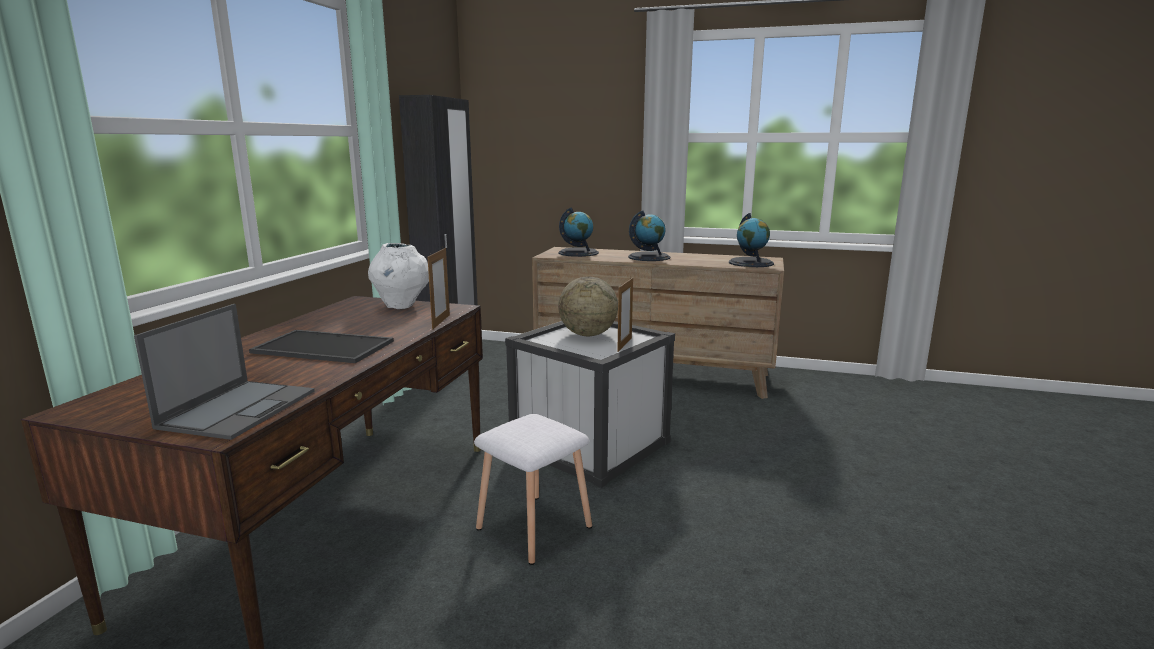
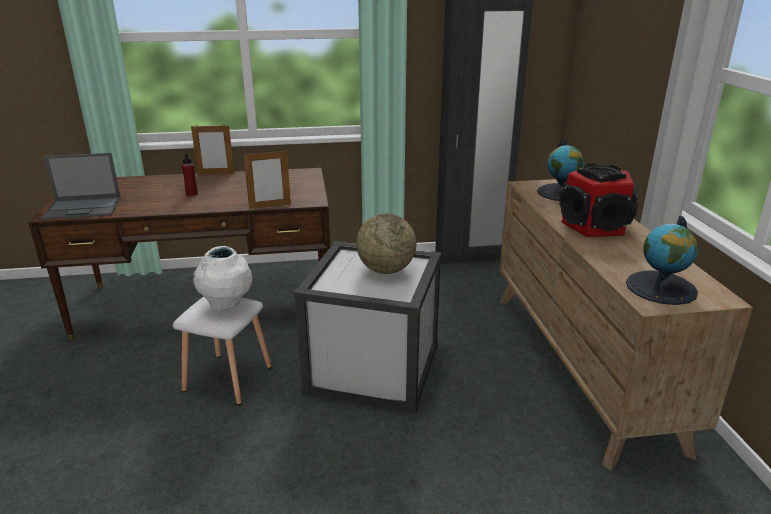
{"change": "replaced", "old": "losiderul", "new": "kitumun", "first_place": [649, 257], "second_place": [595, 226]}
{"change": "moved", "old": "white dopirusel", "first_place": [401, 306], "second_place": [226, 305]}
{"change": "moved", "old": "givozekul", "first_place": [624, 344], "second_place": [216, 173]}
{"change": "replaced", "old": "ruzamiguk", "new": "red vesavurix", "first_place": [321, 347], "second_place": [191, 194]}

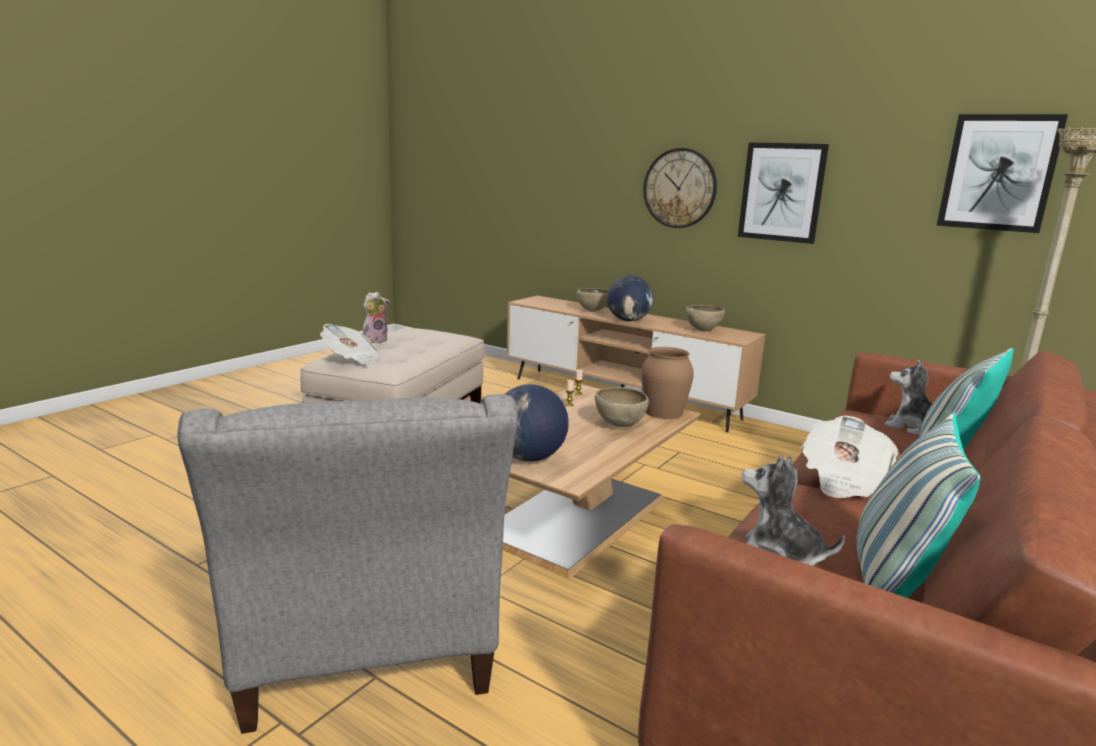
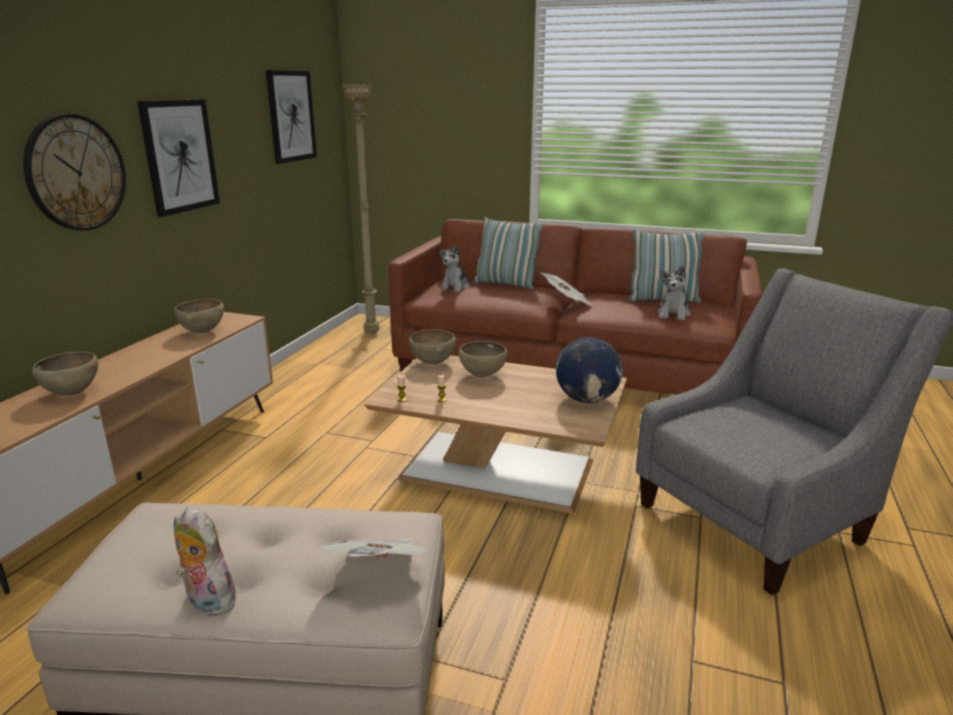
{"change": "removed", "old": "losiderul", "first_place": [628, 320]}
{"change": "replaced", "old": "brown dopirusel", "new": "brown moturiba", "first_place": [664, 412], "second_place": [433, 363]}

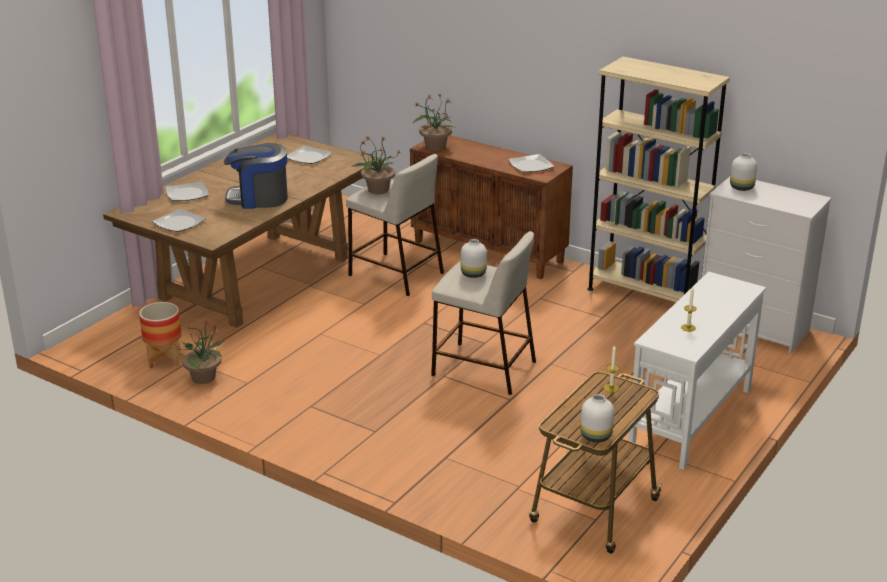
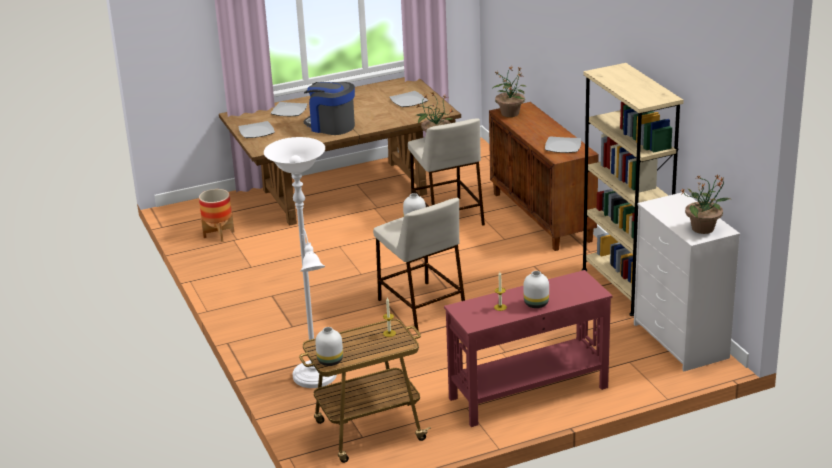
{"change": "moved", "old": "white dopirusel", "first_place": [742, 187], "second_place": [536, 304]}
{"change": "recoloured", "old": "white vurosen", "new": "red vurosen", "first_place": [690, 418], "second_place": [527, 393]}
{"change": "moved", "old": "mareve", "first_place": [204, 377], "second_place": [703, 228]}
{"change": "added", "new": "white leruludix", "second_place": [316, 379]}

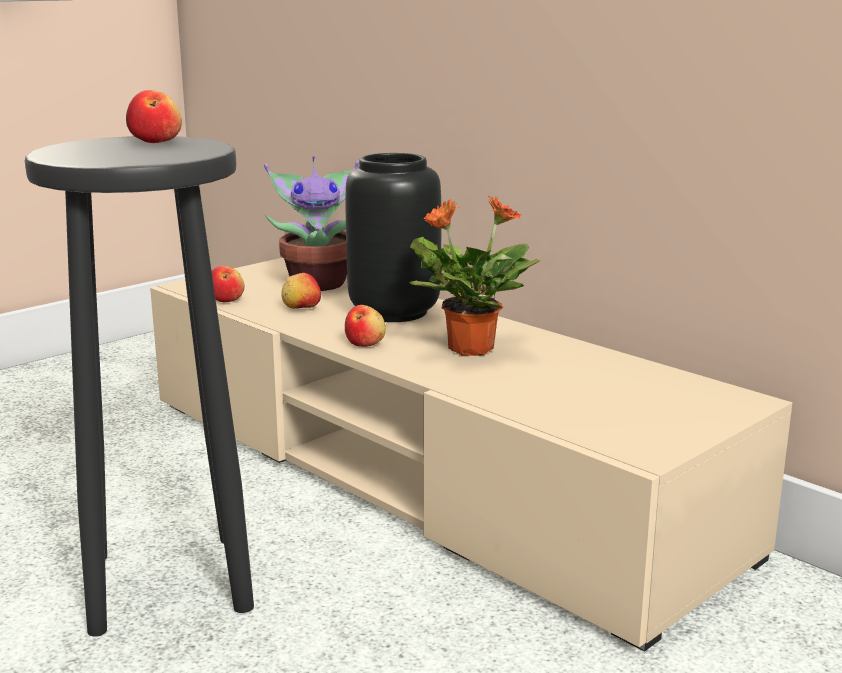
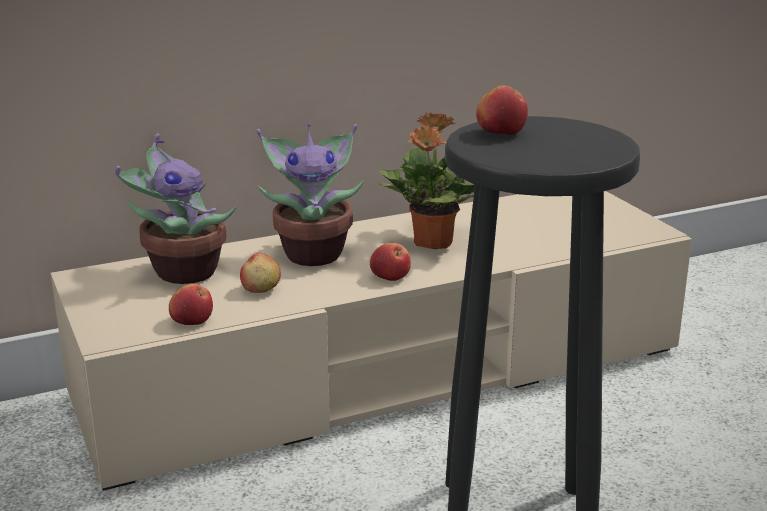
{"change": "replaced", "old": "black dopirusel", "new": "mareve", "first_place": [396, 312], "second_place": [314, 253]}

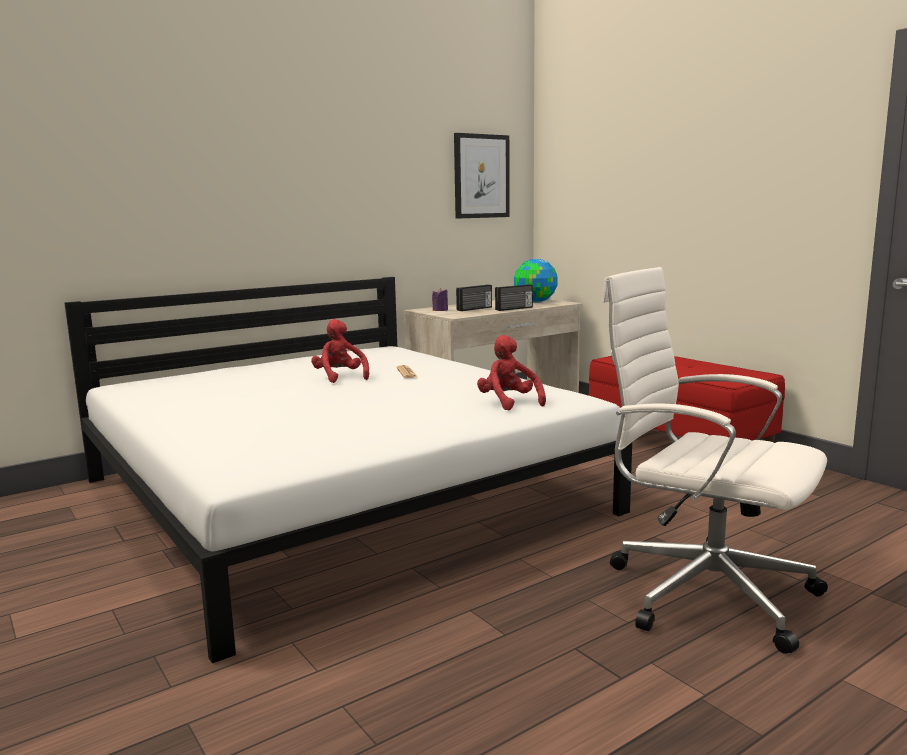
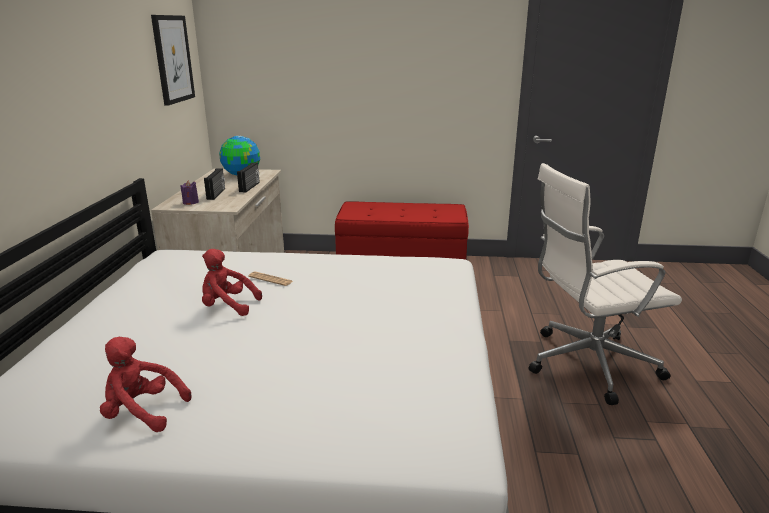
{"change": "moved", "old": "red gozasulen", "first_place": [508, 403], "second_place": [142, 412]}

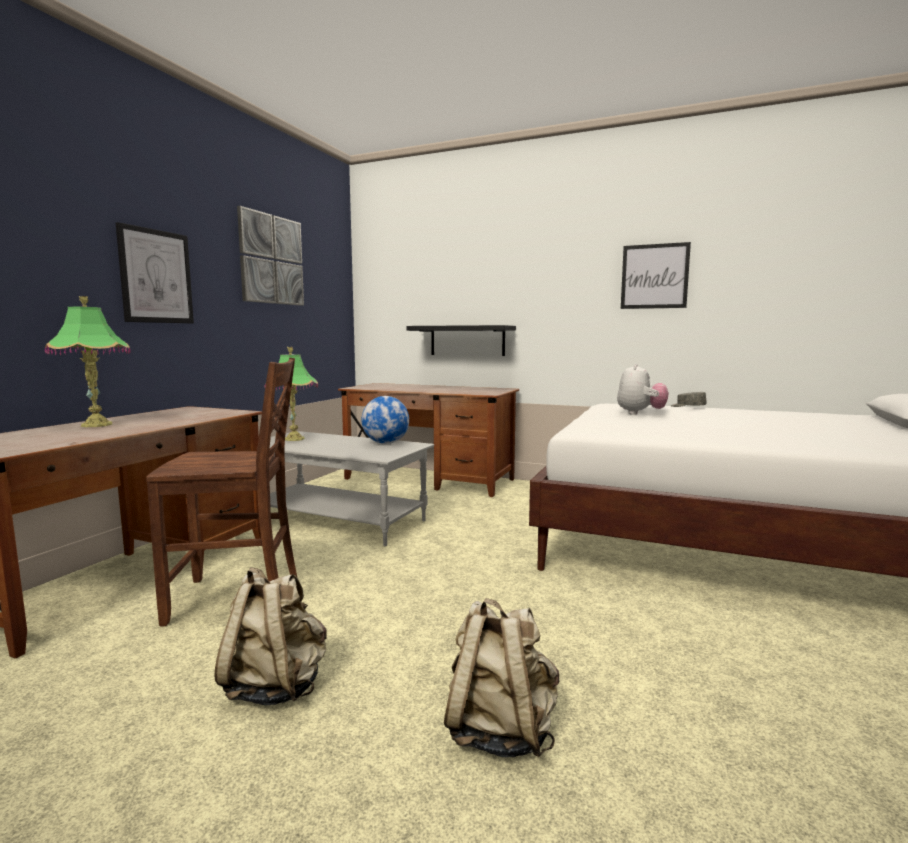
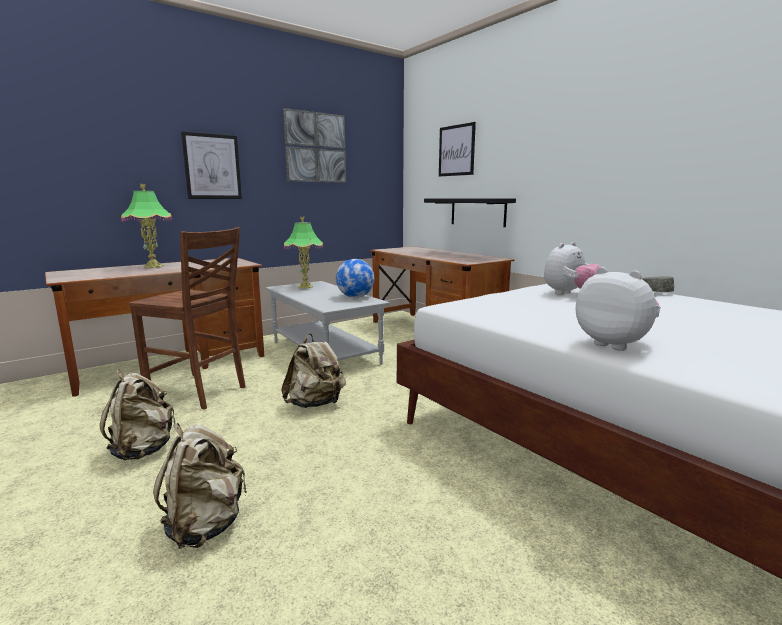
{"change": "moved", "old": "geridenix", "first_place": [654, 276], "second_place": [456, 150]}
{"change": "added", "new": "gozasulen", "second_place": [614, 344]}
{"change": "added", "new": "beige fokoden", "second_place": [315, 404]}

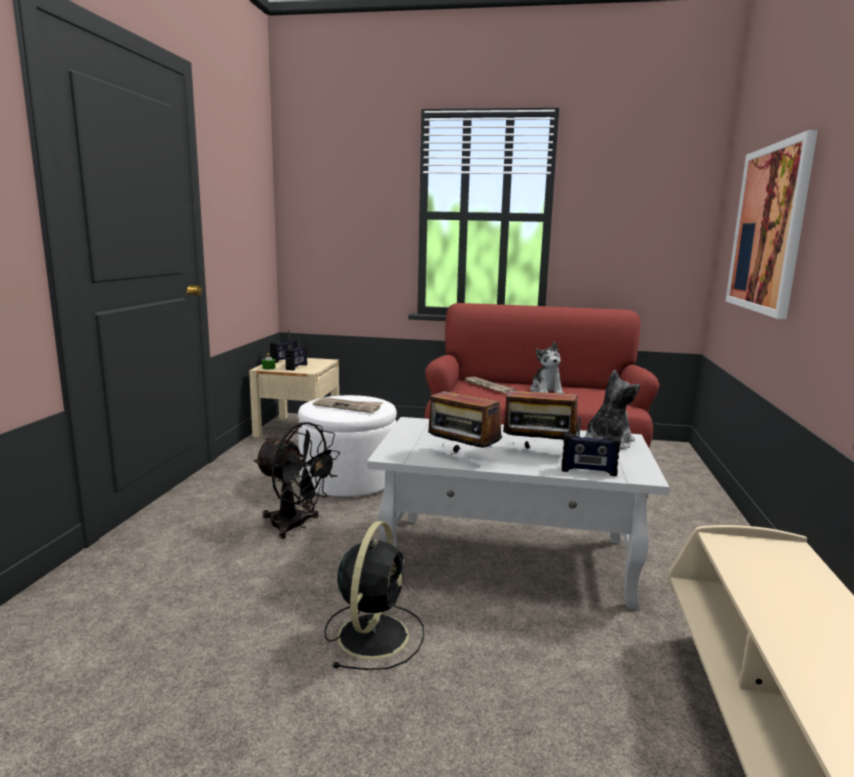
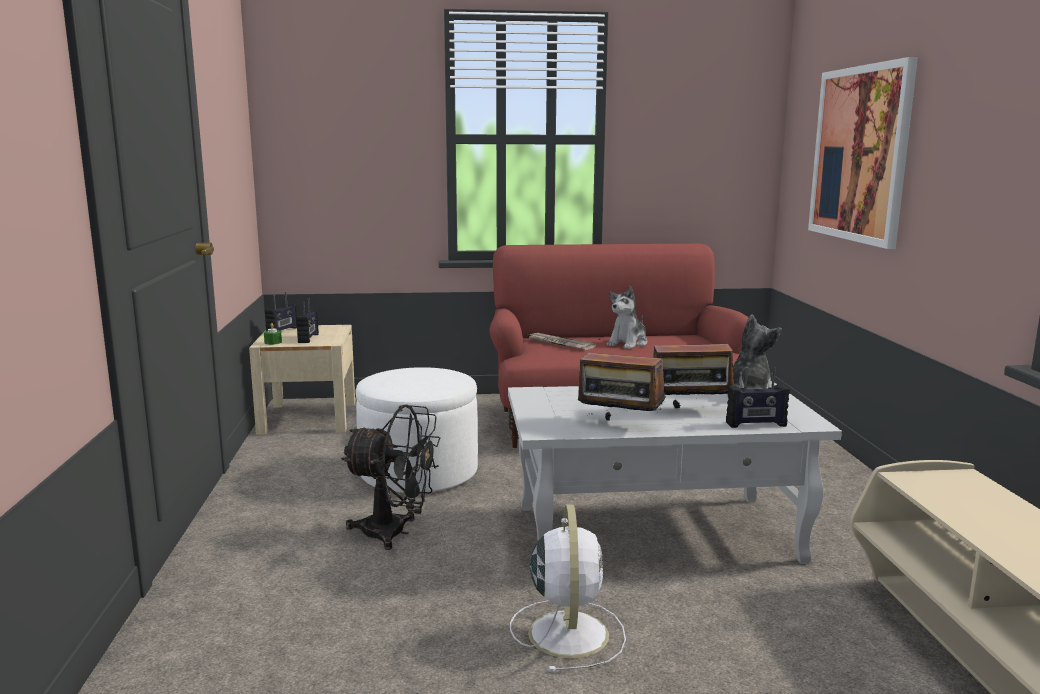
{"change": "turned", "old": "gozasulen", "first_place": [546, 391], "second_place": [628, 343], "degrees": 60}
{"change": "removed", "old": "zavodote", "first_place": [348, 407]}
{"change": "recoloured", "old": "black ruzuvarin", "new": "white ruzuvarin", "first_place": [374, 634], "second_place": [568, 632]}

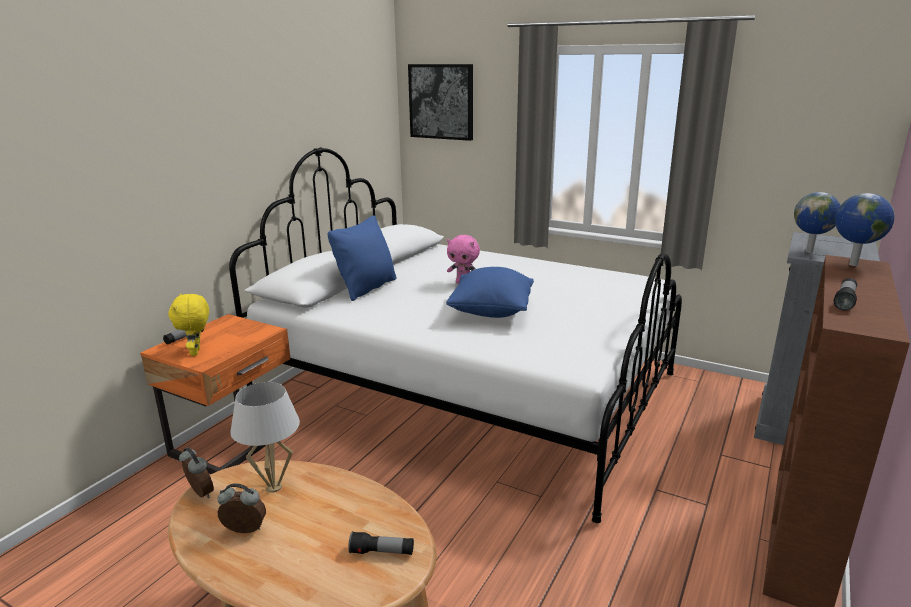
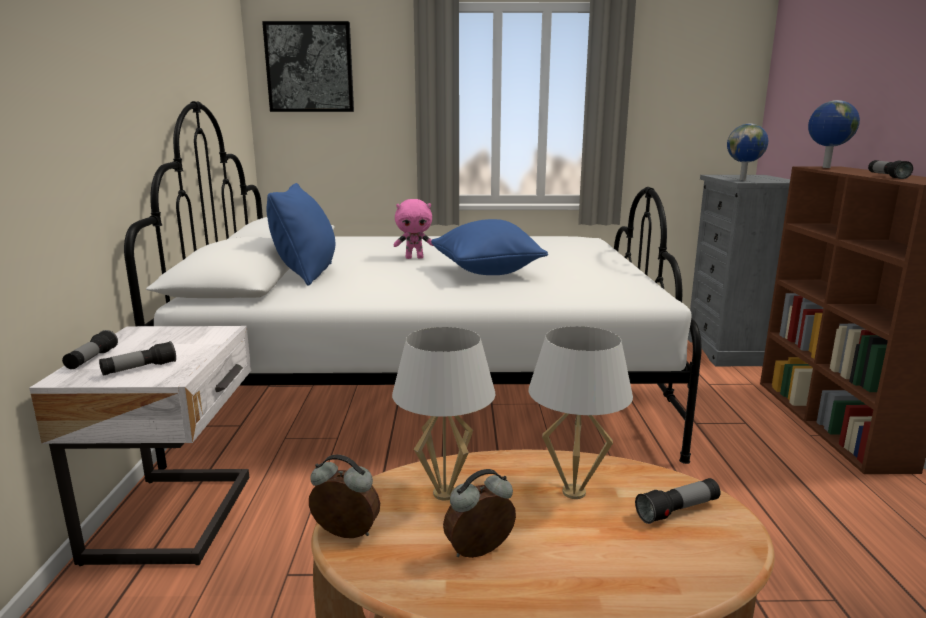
{"change": "replaced", "old": "yellow gozasulen", "new": "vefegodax", "first_place": [197, 352], "second_place": [139, 369]}
{"change": "recoloured", "old": "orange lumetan", "new": "white lumetan", "first_place": [234, 444], "second_place": [178, 518]}
{"change": "added", "new": "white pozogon", "second_place": [573, 492]}

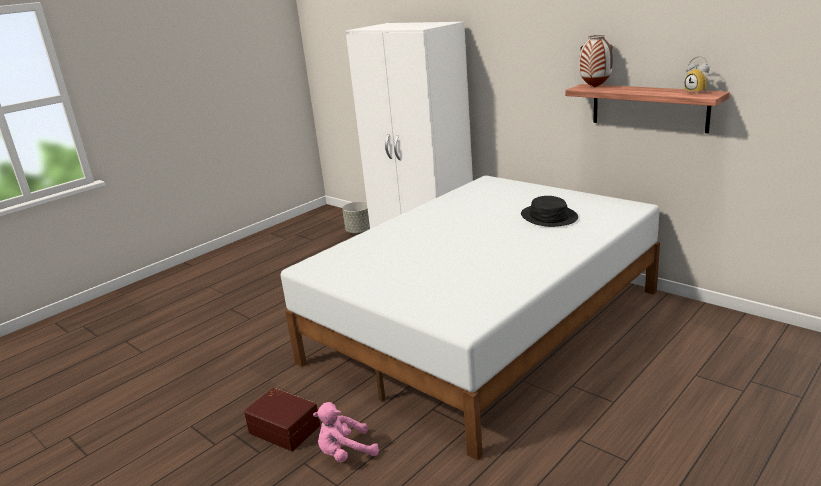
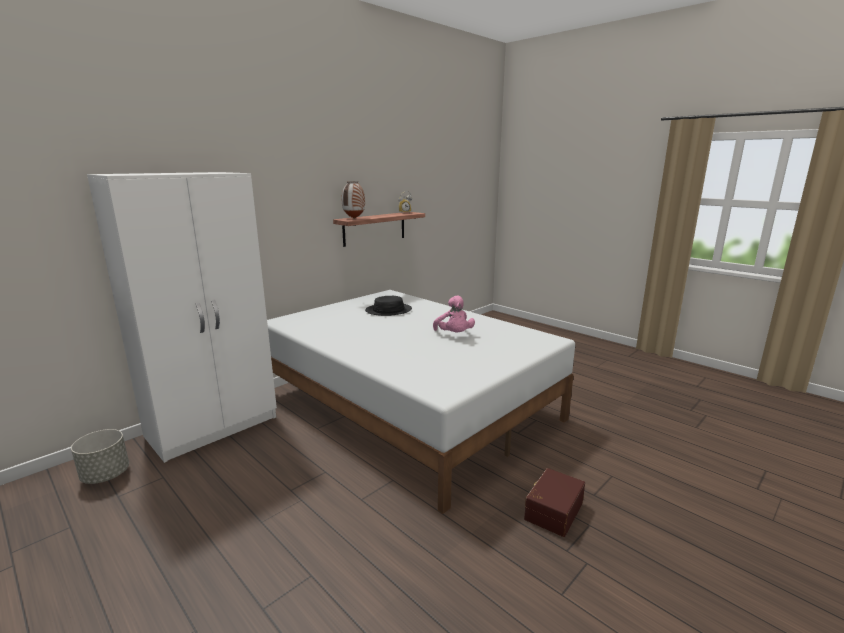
{"change": "moved", "old": "pink gozasulen", "first_place": [345, 453], "second_place": [454, 335]}

